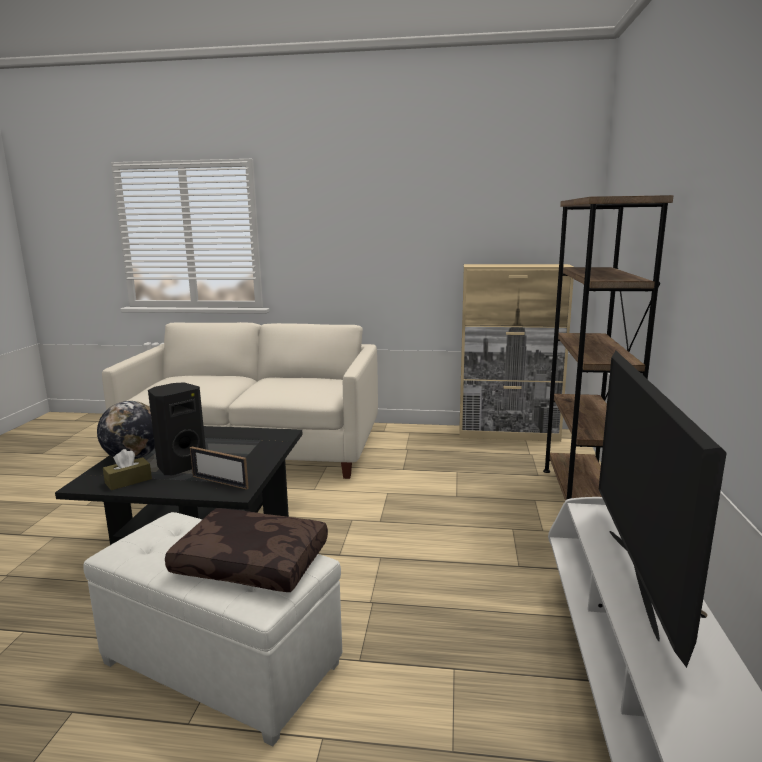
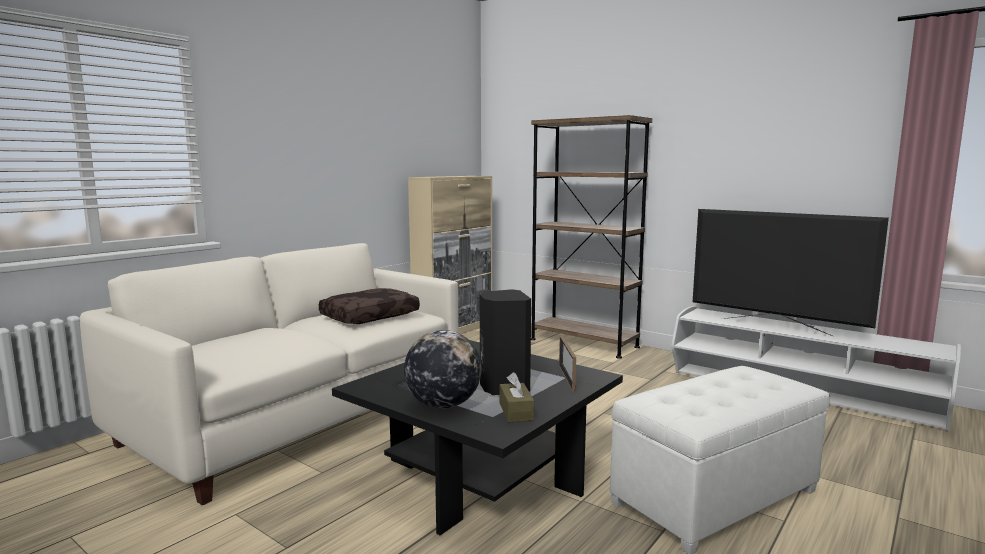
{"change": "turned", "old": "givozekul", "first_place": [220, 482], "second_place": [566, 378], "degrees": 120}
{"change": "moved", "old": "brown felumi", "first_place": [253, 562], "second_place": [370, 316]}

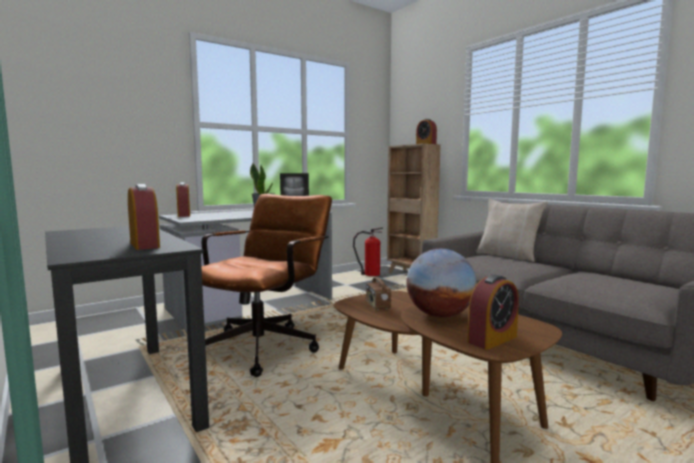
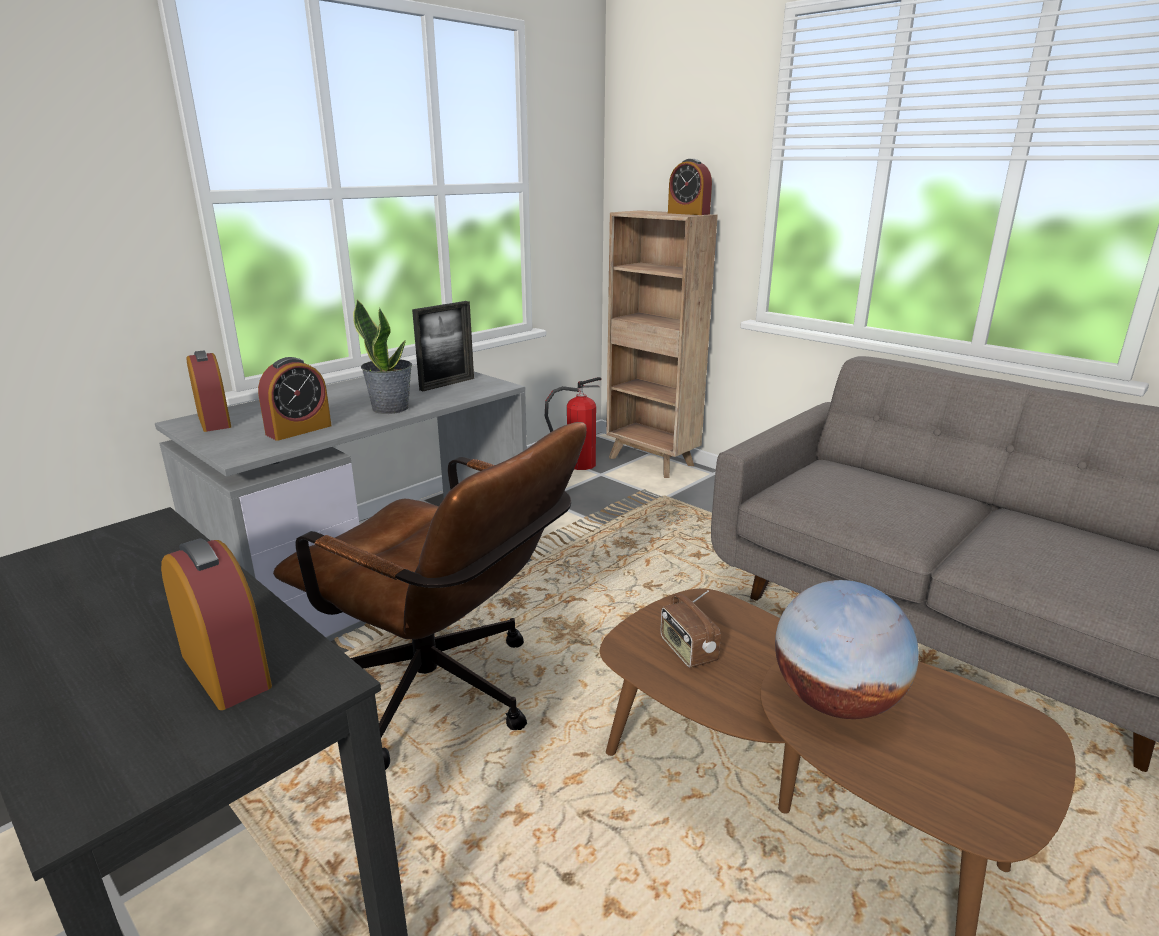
{"change": "turned", "old": "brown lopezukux", "first_place": [266, 345], "second_place": [445, 698], "degrees": 105}
{"change": "removed", "old": "beige felumi", "first_place": [508, 256]}
{"change": "moved", "old": "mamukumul", "first_place": [492, 339], "second_place": [299, 430]}

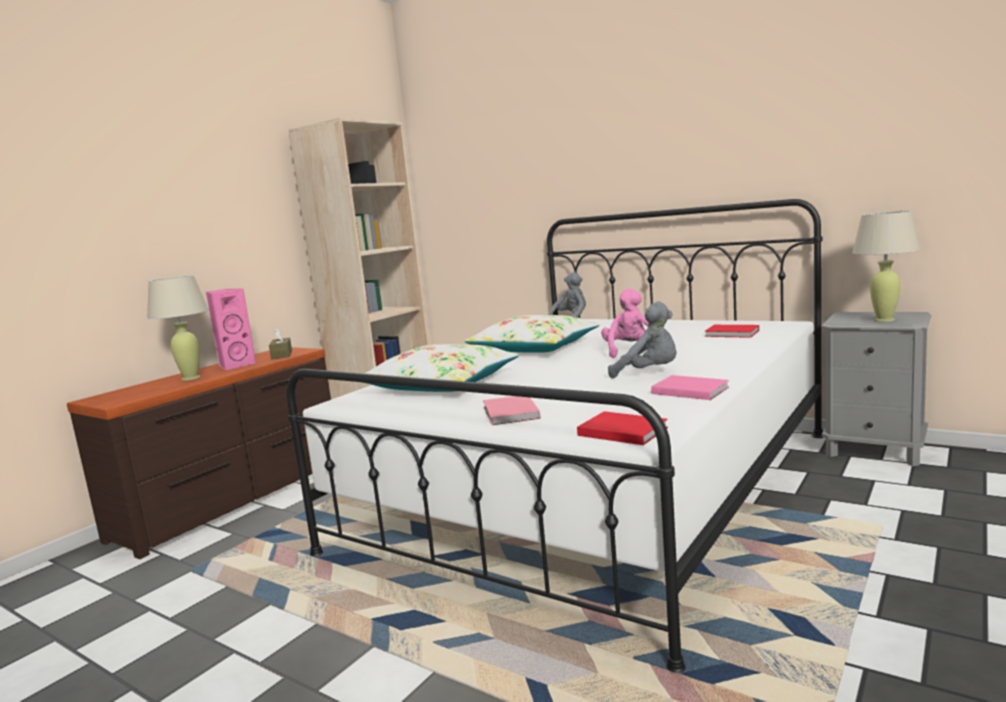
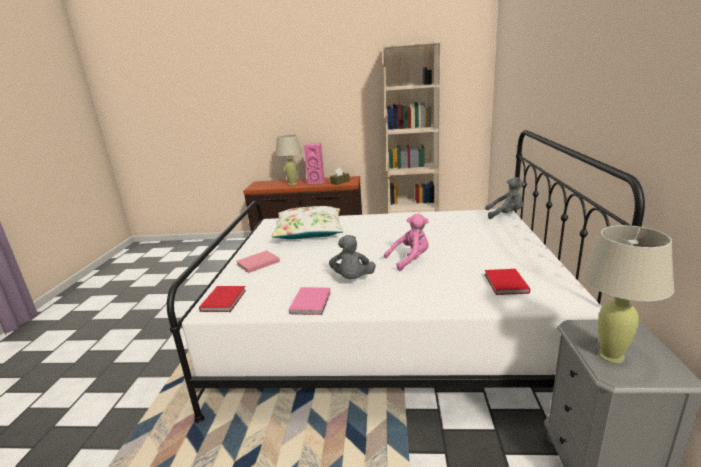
{"change": "removed", "old": "white felumi", "first_place": [534, 348]}

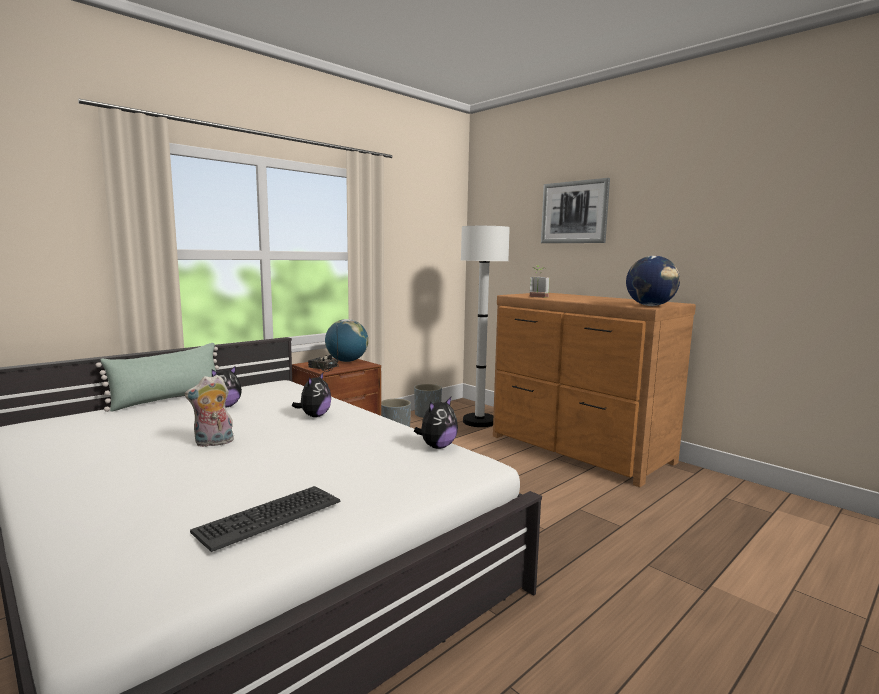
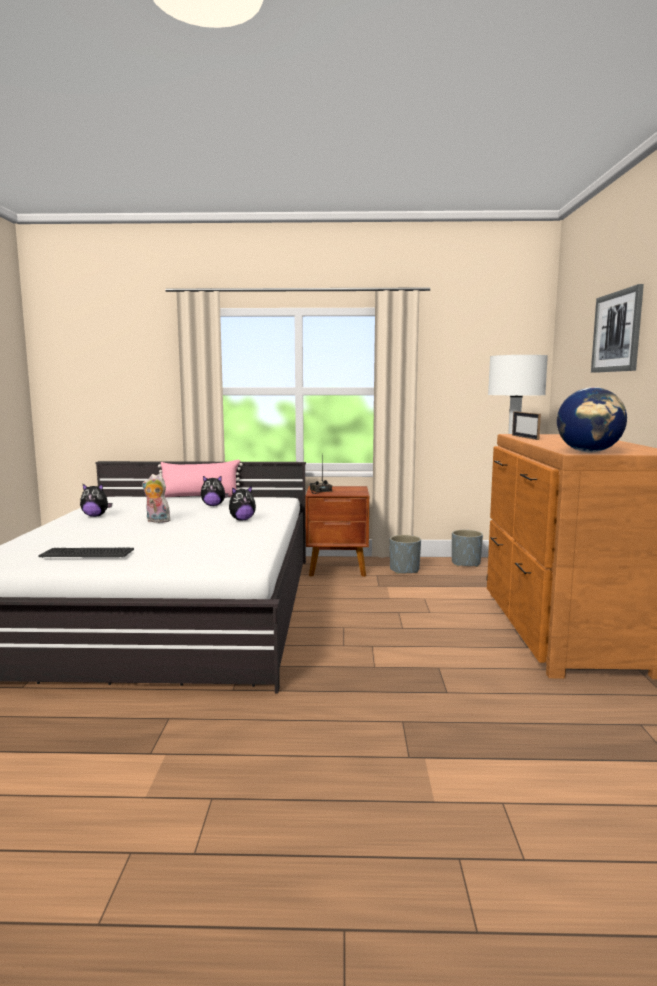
{"change": "replaced", "old": "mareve", "new": "givozekul", "first_place": [537, 297], "second_place": [525, 437]}
{"change": "removed", "old": "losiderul", "first_place": [347, 361]}
{"change": "recoloured", "old": "green felumi", "new": "pink felumi", "first_place": [168, 399], "second_place": [200, 496]}
{"change": "moved", "old": "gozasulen", "first_place": [437, 446], "second_place": [95, 516]}

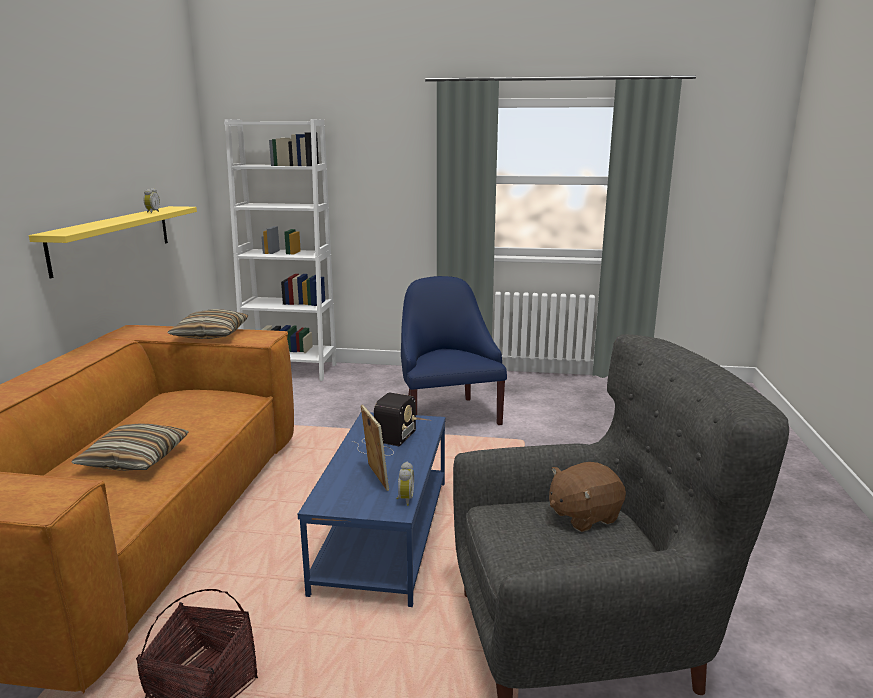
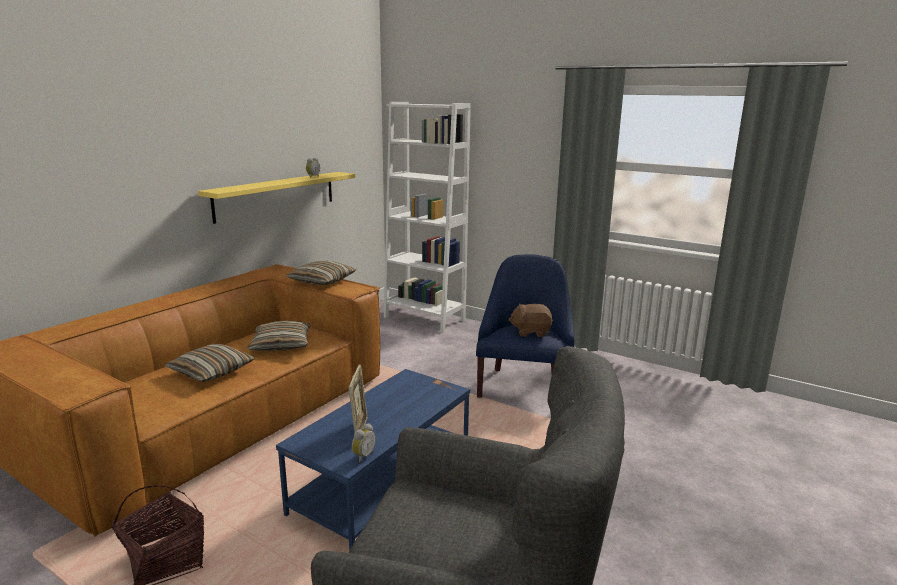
{"change": "removed", "old": "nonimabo", "first_place": [386, 441]}
{"change": "moved", "old": "brown gozasulen", "first_place": [583, 515], "second_place": [530, 332]}
{"change": "added", "new": "felumi", "second_place": [281, 344]}

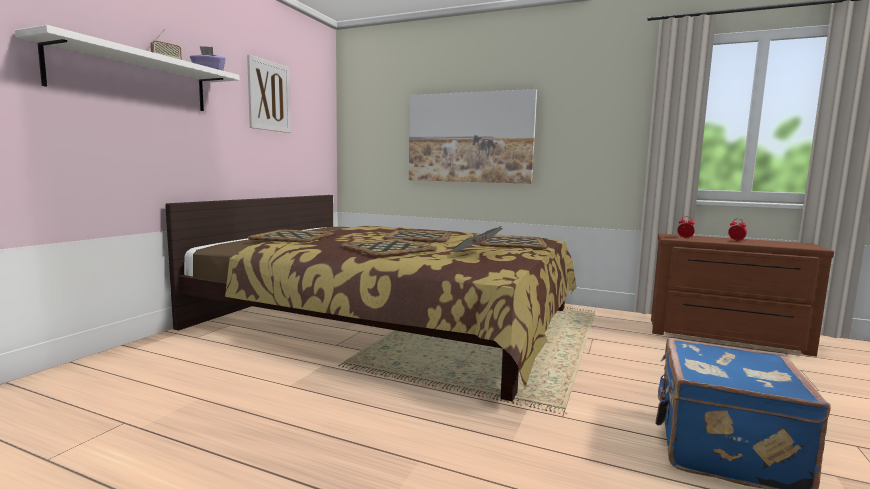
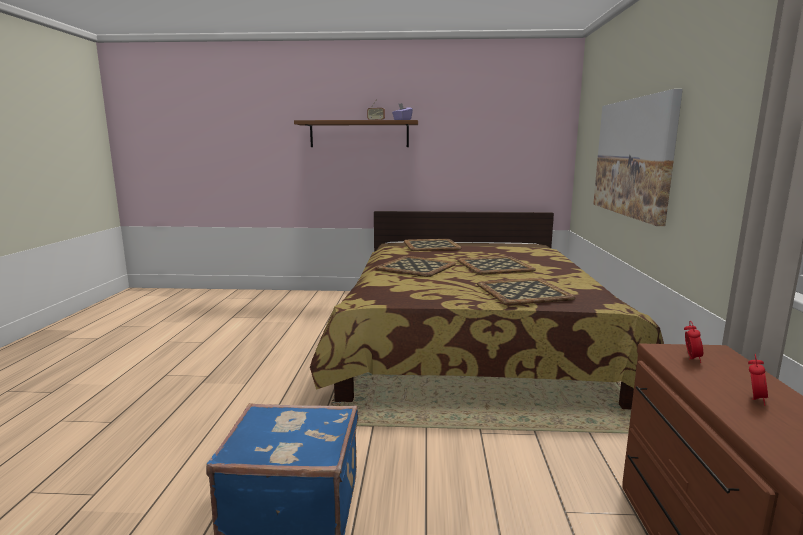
{"change": "recoloured", "old": "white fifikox", "new": "brown fifikox", "first_place": [133, 79], "second_place": [359, 134]}
{"change": "removed", "old": "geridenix", "first_place": [269, 96]}
{"change": "removed", "old": "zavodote", "first_place": [475, 254]}

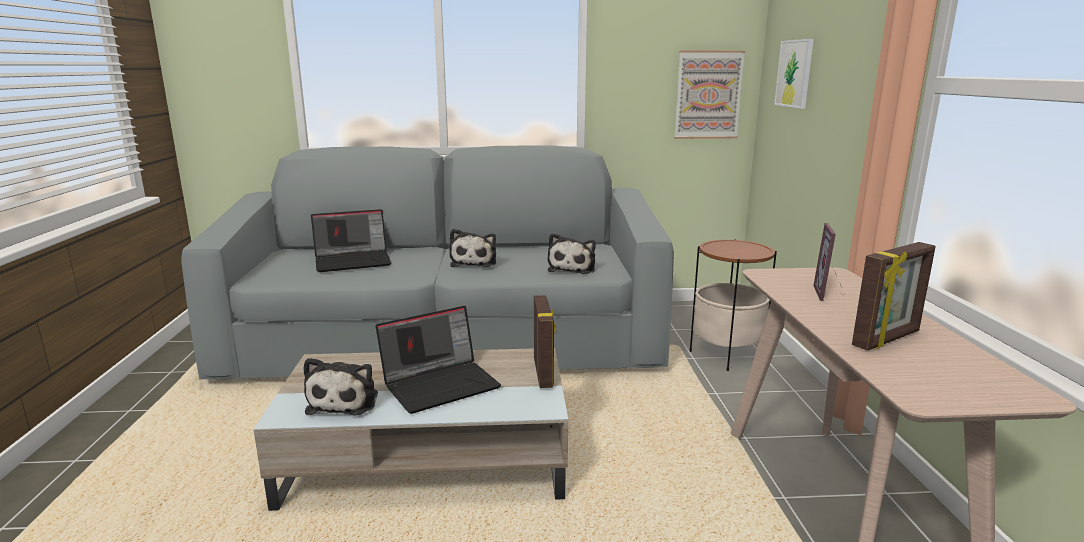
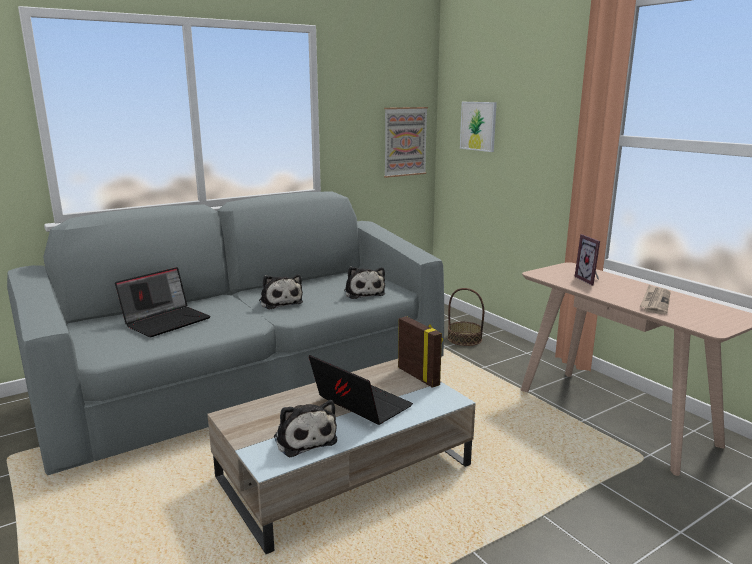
{"change": "replaced", "old": "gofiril", "new": "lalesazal", "first_place": [726, 355], "second_place": [464, 339]}
{"change": "replaced", "old": "givozekul", "new": "zavodote", "first_place": [887, 339], "second_place": [655, 301]}
{"change": "turned", "old": "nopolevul", "first_place": [441, 384], "second_place": [359, 404], "degrees": -75}

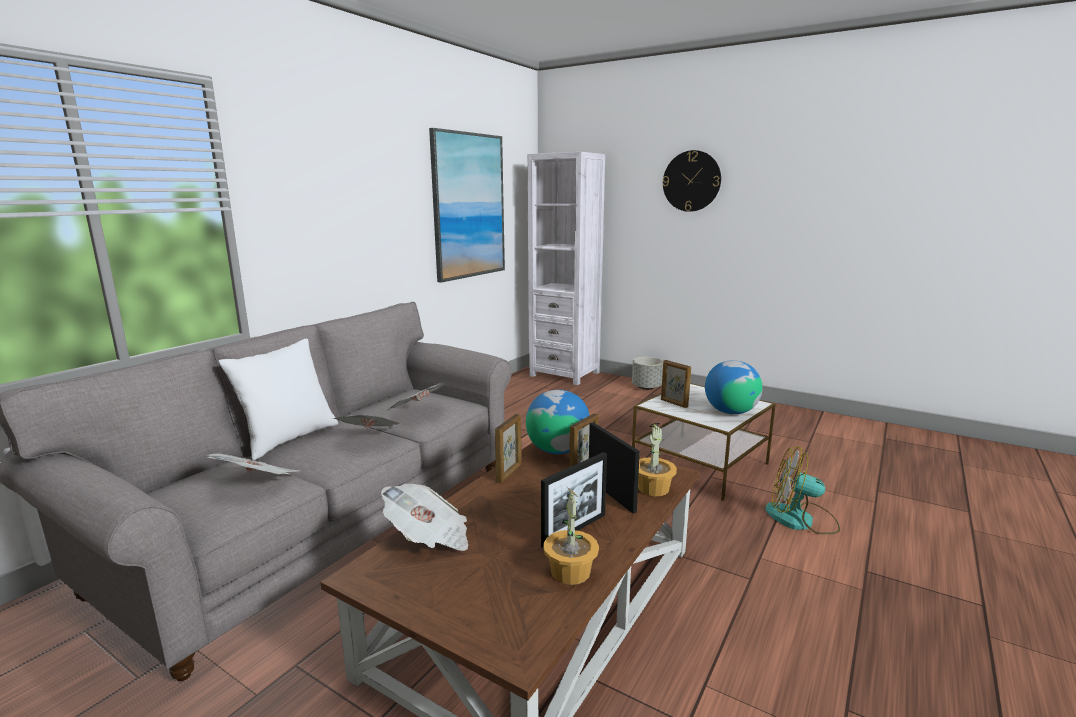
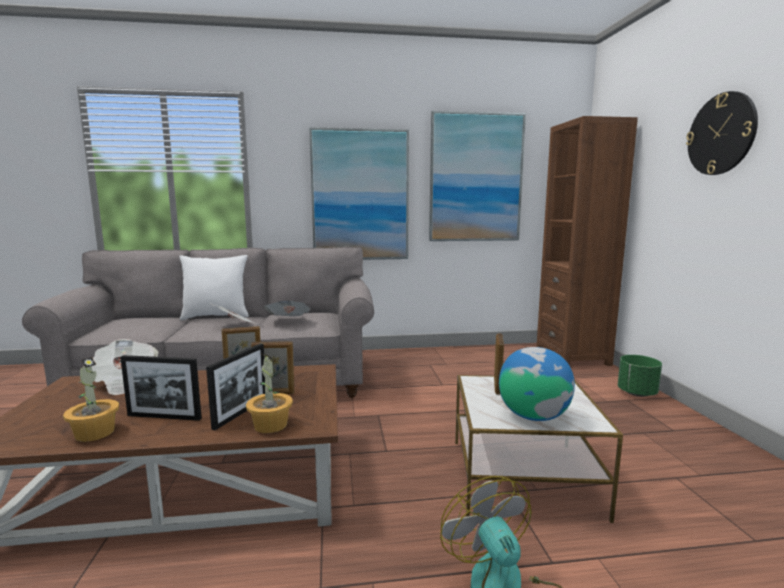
{"change": "recoloured", "old": "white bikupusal", "new": "brown bikupusal", "first_place": [564, 374], "second_place": [572, 356]}
{"change": "recoloured", "old": "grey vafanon", "new": "green vafanon", "first_place": [646, 387], "second_place": [636, 393]}
{"change": "removed", "old": "losiderul", "first_place": [557, 450]}
{"change": "removed", "old": "zavodote", "first_place": [258, 483]}
{"change": "added", "new": "geridenix", "second_place": [360, 196]}

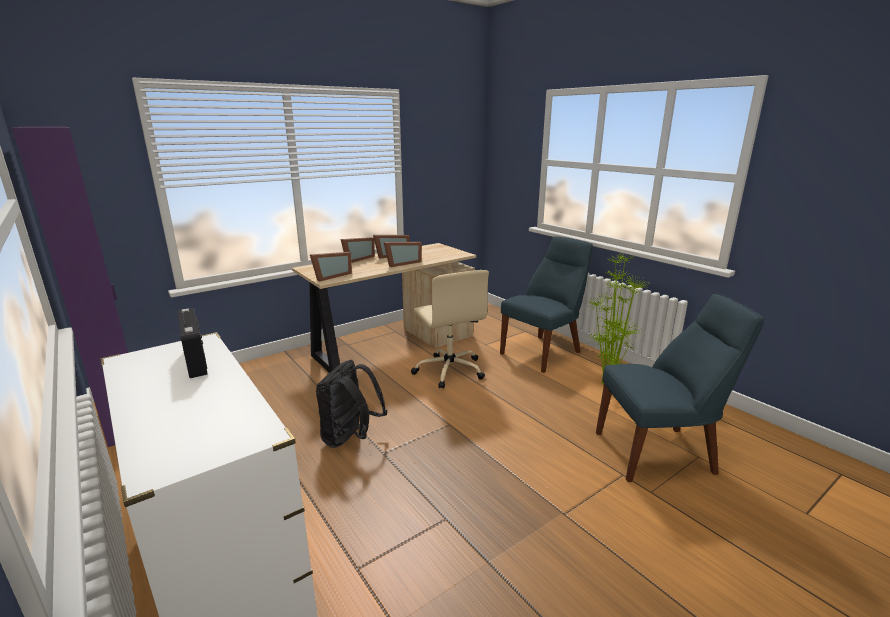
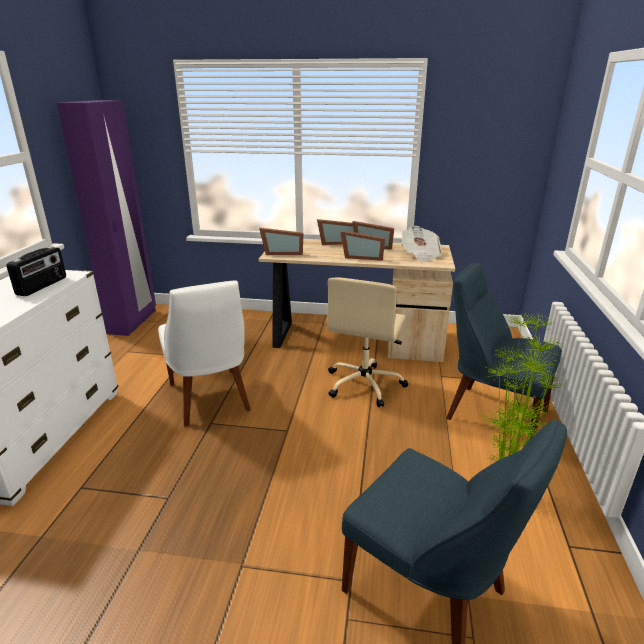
{"change": "turned", "old": "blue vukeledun", "first_place": [543, 352], "second_place": [491, 413], "degrees": -150}
{"change": "replaced", "old": "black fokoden", "new": "white vukeledun", "first_place": [350, 438], "second_place": [210, 399]}
{"change": "added", "new": "zavodote", "second_place": [420, 255]}

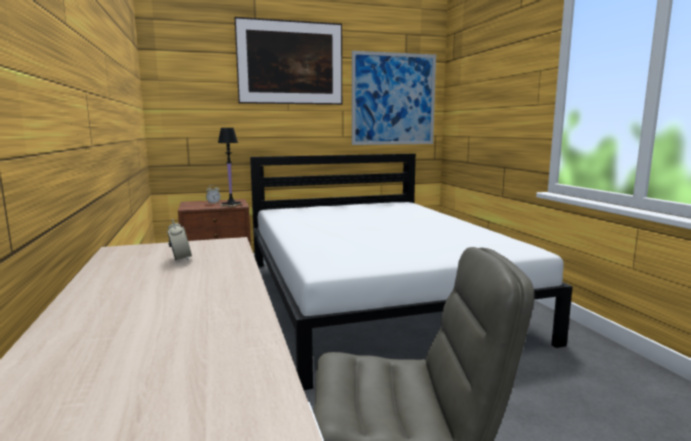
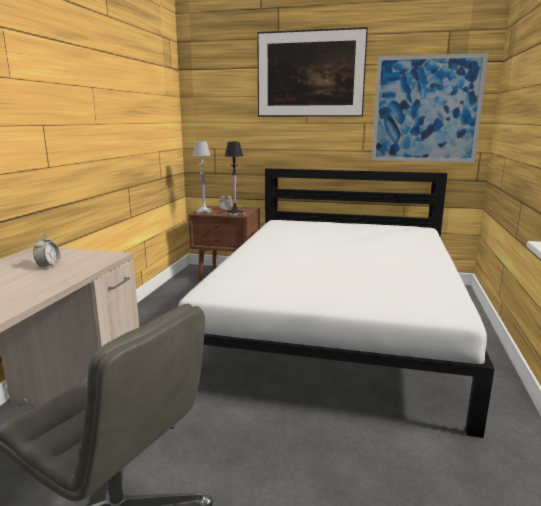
{"change": "added", "new": "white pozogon", "second_place": [204, 212]}

